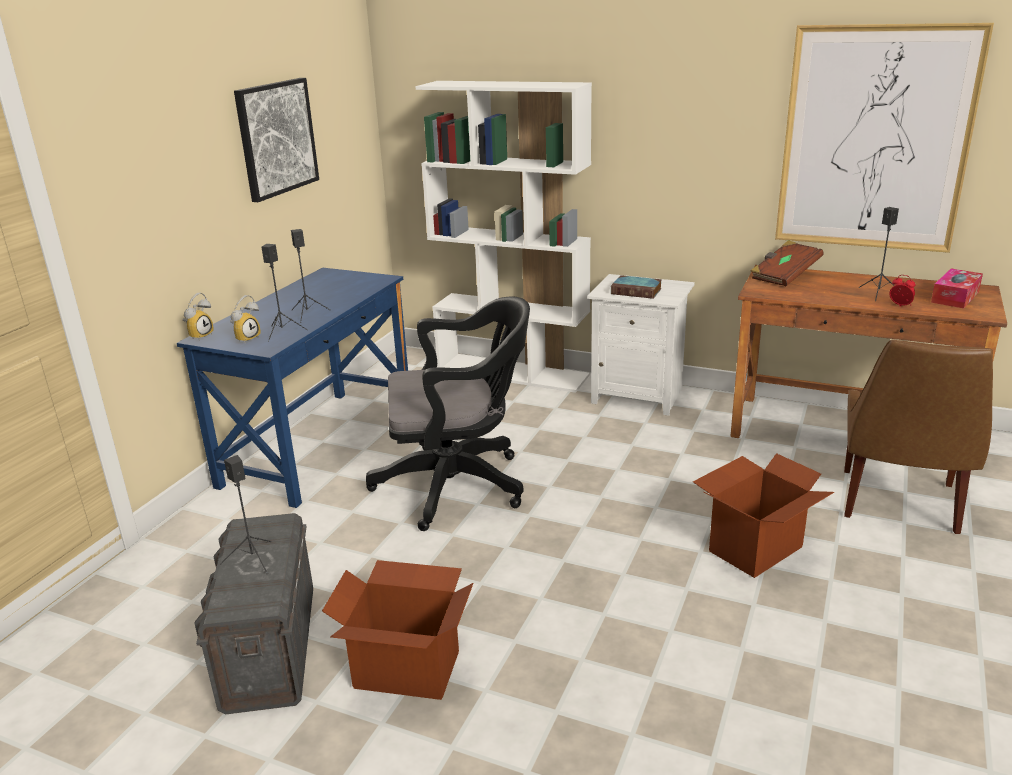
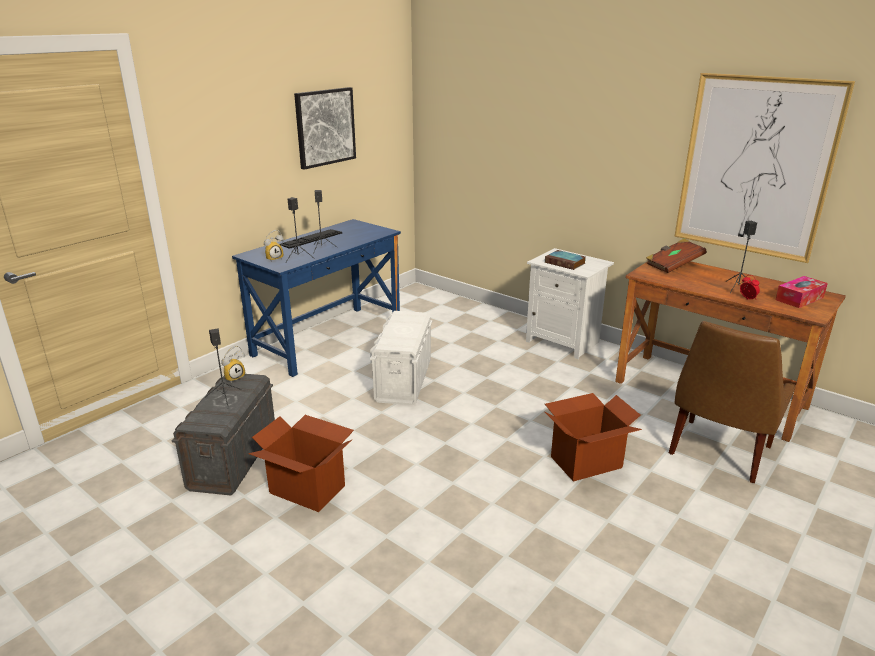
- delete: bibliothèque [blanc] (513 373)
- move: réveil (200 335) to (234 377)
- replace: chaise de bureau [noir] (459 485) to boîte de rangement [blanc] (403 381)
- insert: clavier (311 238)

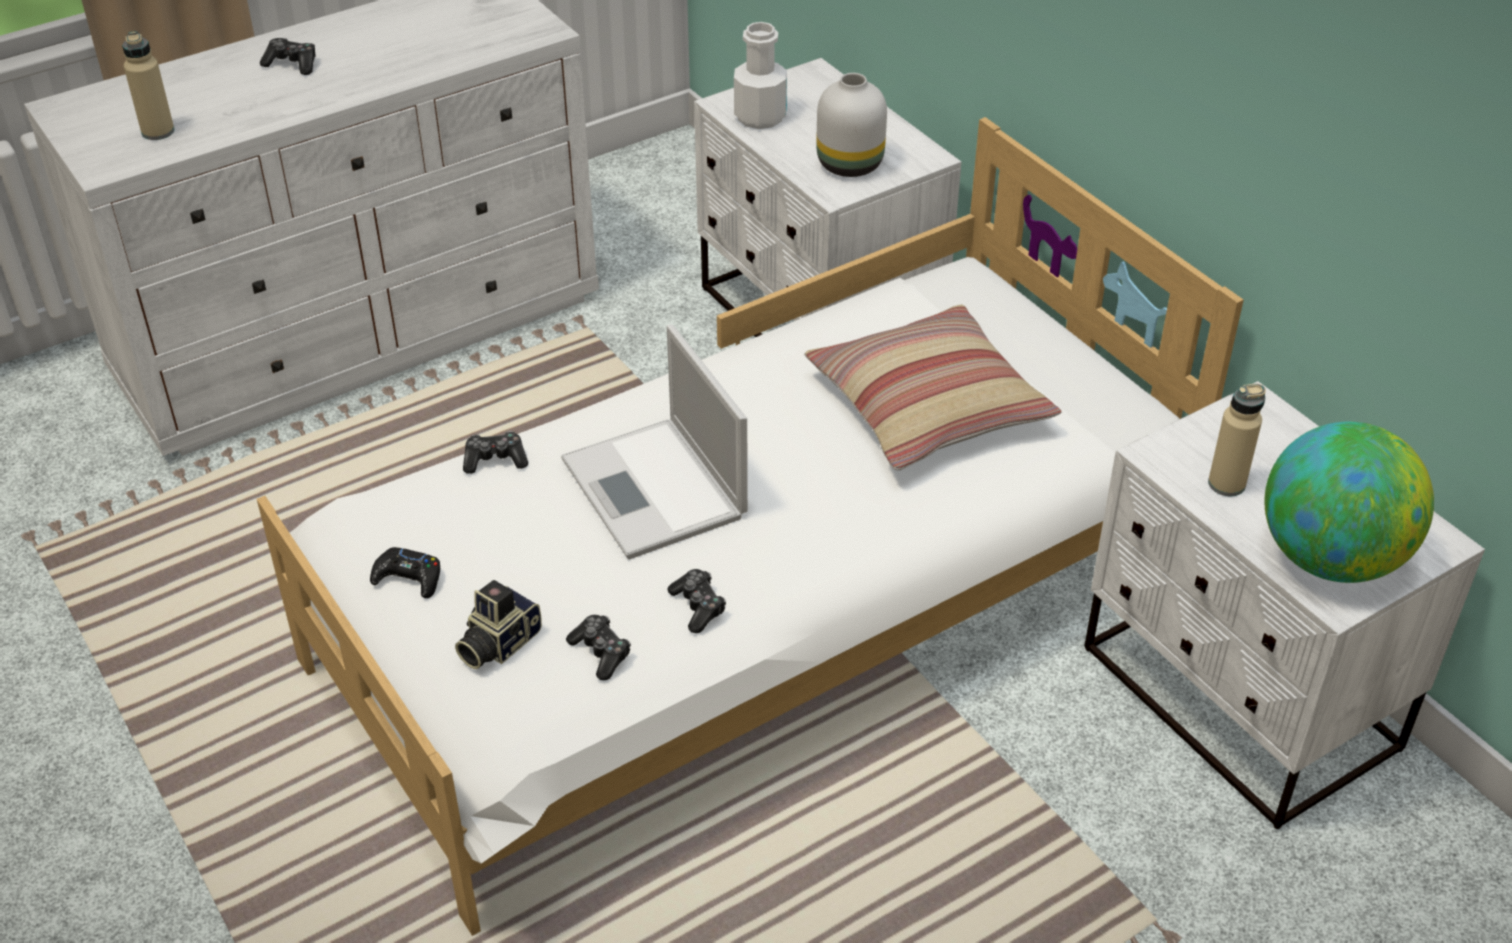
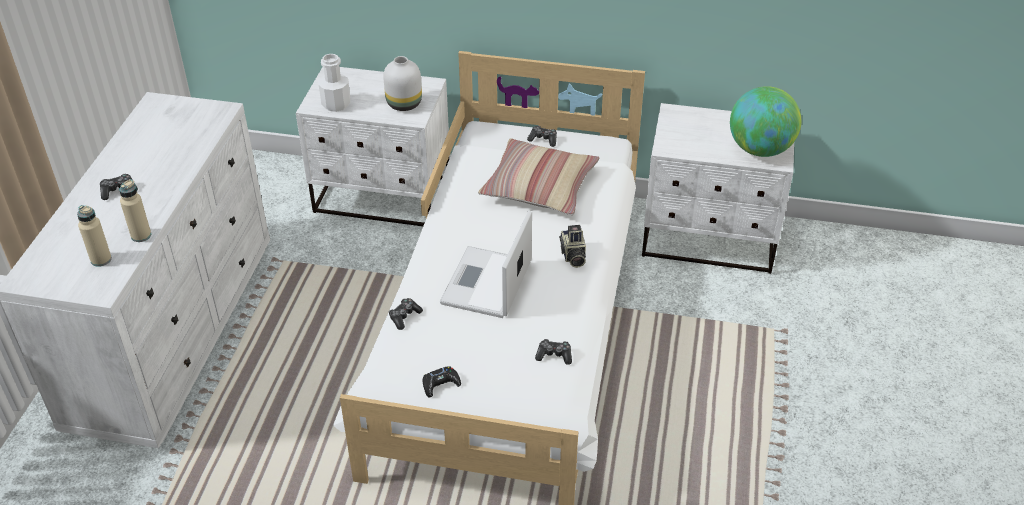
- rotate: ordinateur portable (656 490) = (486 284) 90 degrees clockwise
- move: bouteille [beige] (1226 484) to (141 235)
- move: manette (698 607) to (543 139)
- move: appareil photo (497 643) to (572 256)

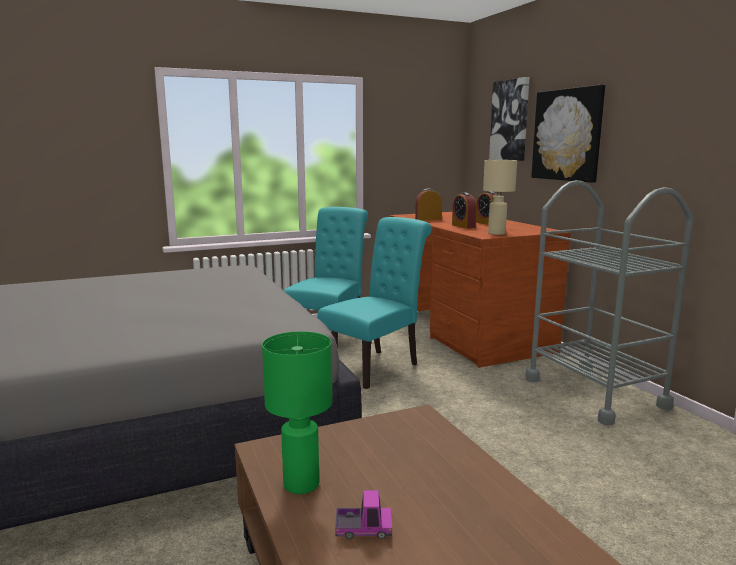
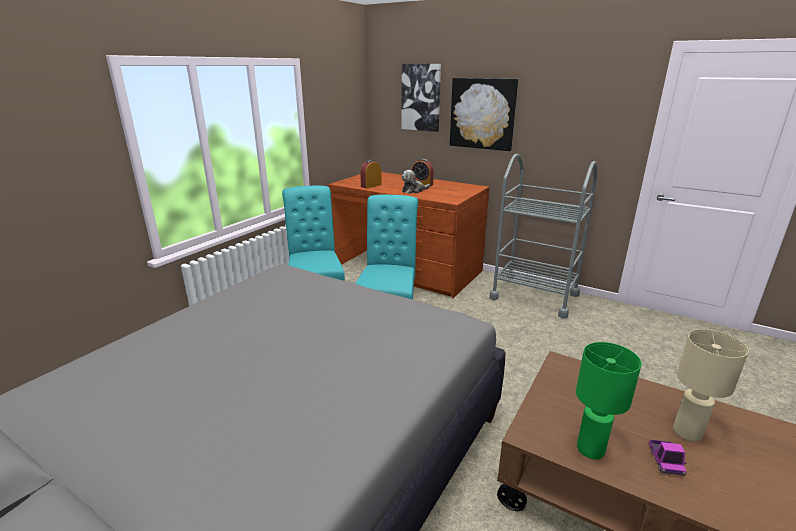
- move: lampe de table [beige] (496 233) to (688 433)
- replace: réveil (463 226) to peluche (414 191)
- rotate: camion jouet (363 529) = (665 461) 135 degrees clockwise

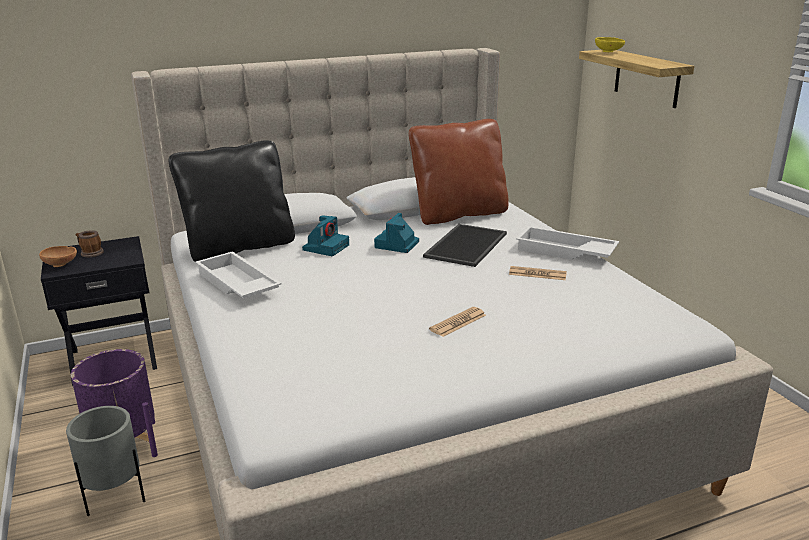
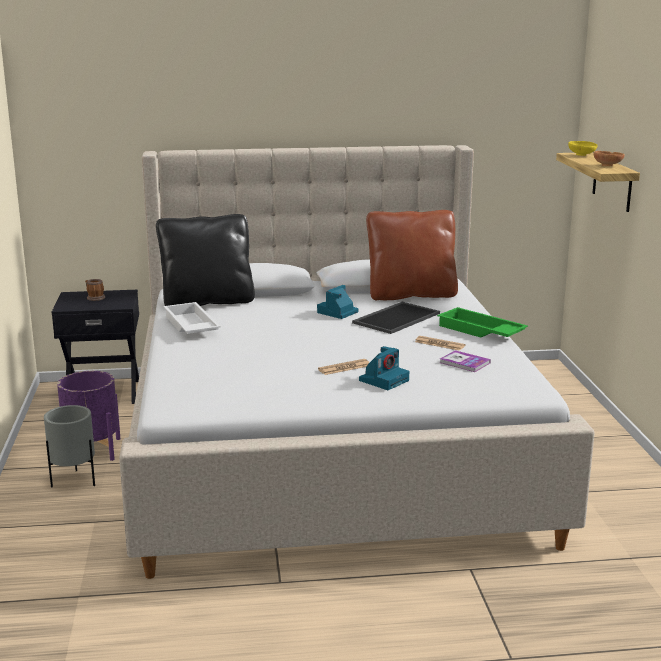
- move: appareil photo (326 247) to (384 380)
- recolor: plateau [blanc] (564 252) to plateau [vert] (479 331)
- move: bol [marron] (61 265) to (608 165)
- insert: livre (464 363)

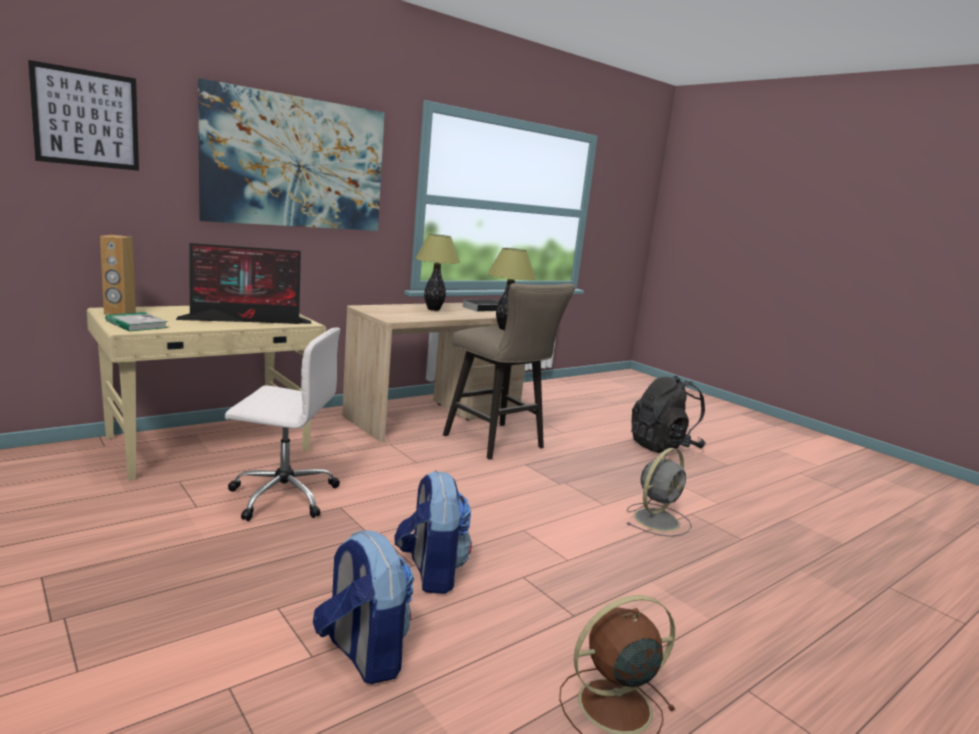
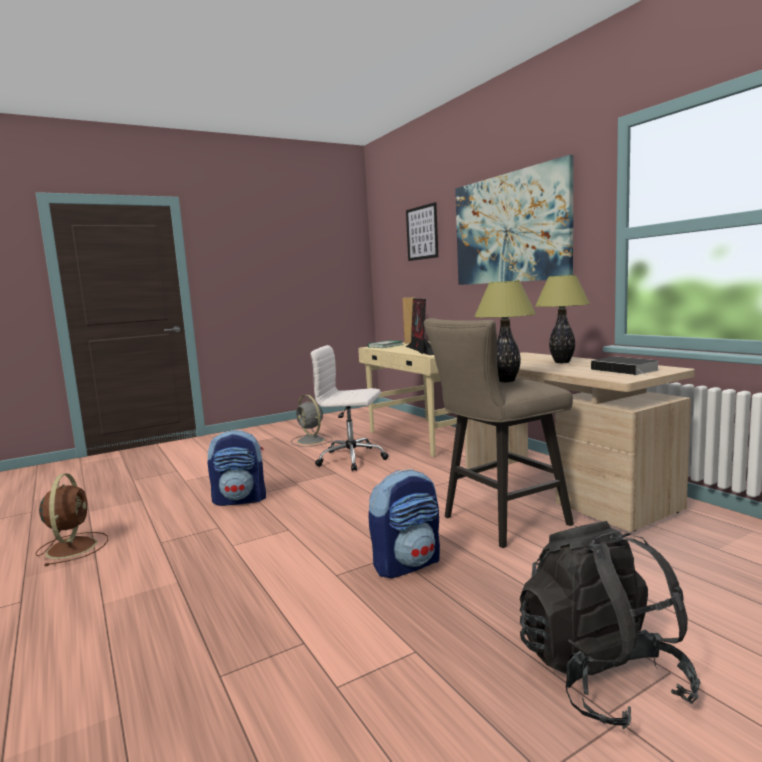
- rotate: chaise de bureau [blanc] (282 495) = (353 459) 90 degrees clockwise
- move: ventilateur [gris] (657 519) to (311 441)
- move: sac à dos (362 654) to (407 564)

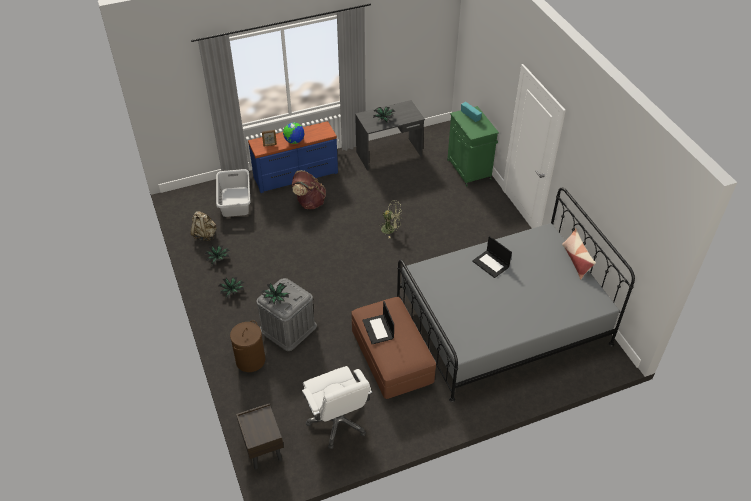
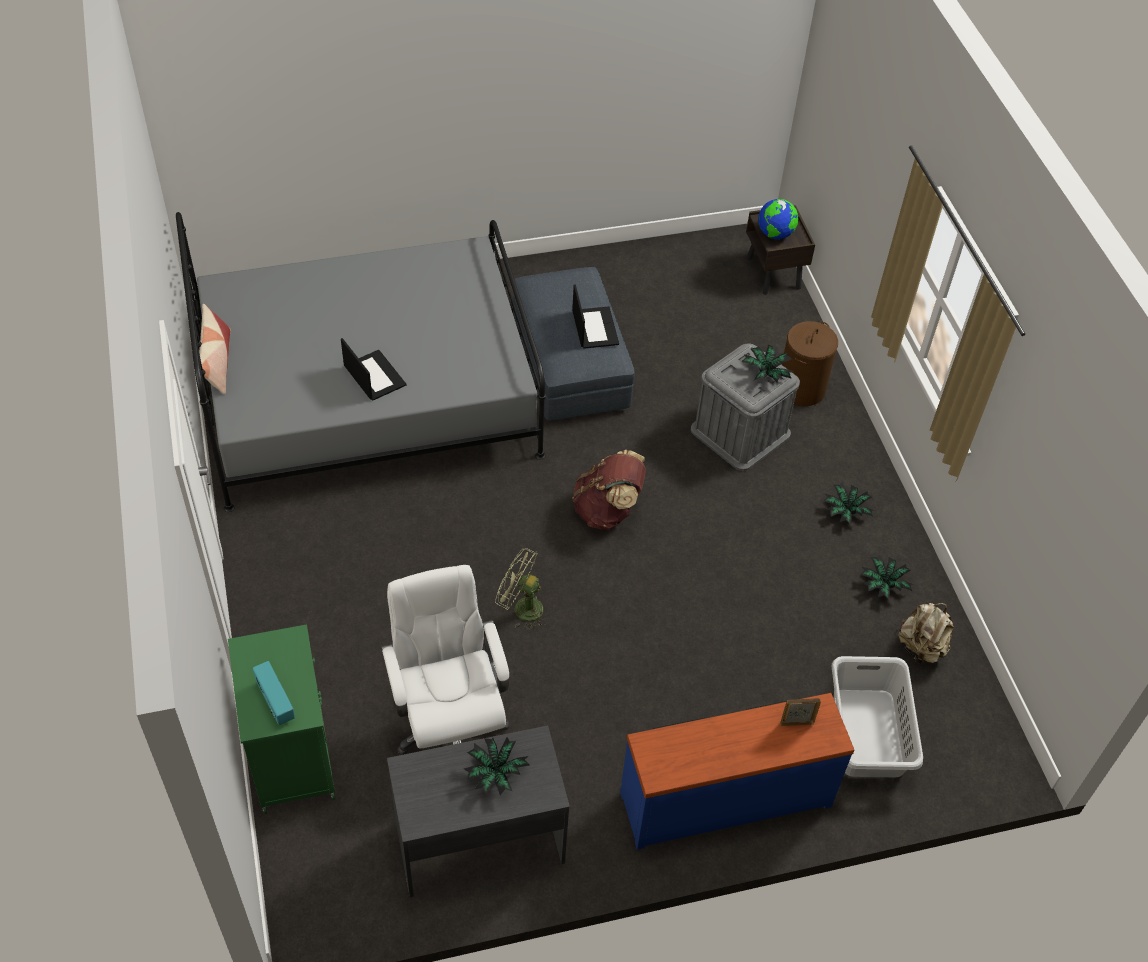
- move: globe (294 141) to (775 234)
- move: sac à dos [marron] (309 202) to (607 511)
- recolor: pouf [marron] (392 357) to pouf [gris] (570 364)
- move: chaise de bureau [blanc] (338 422) to (449 723)

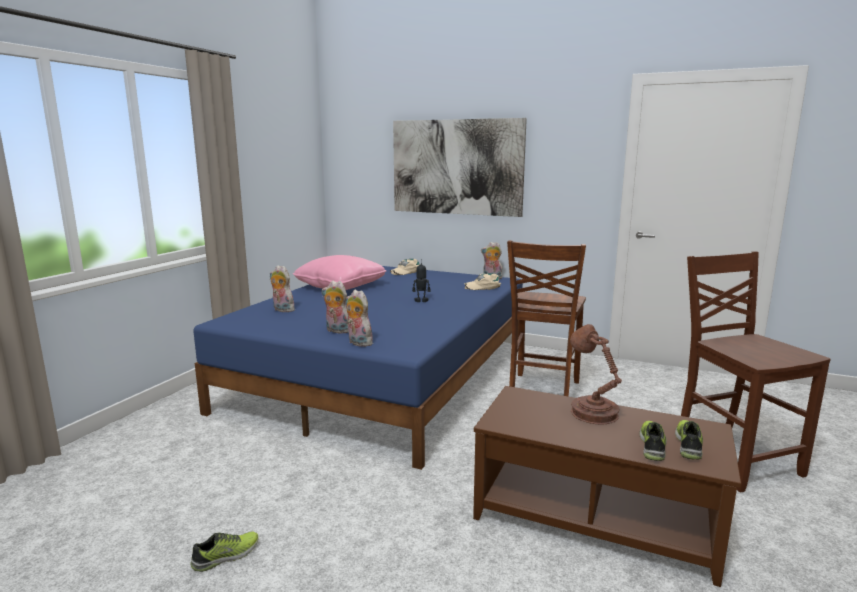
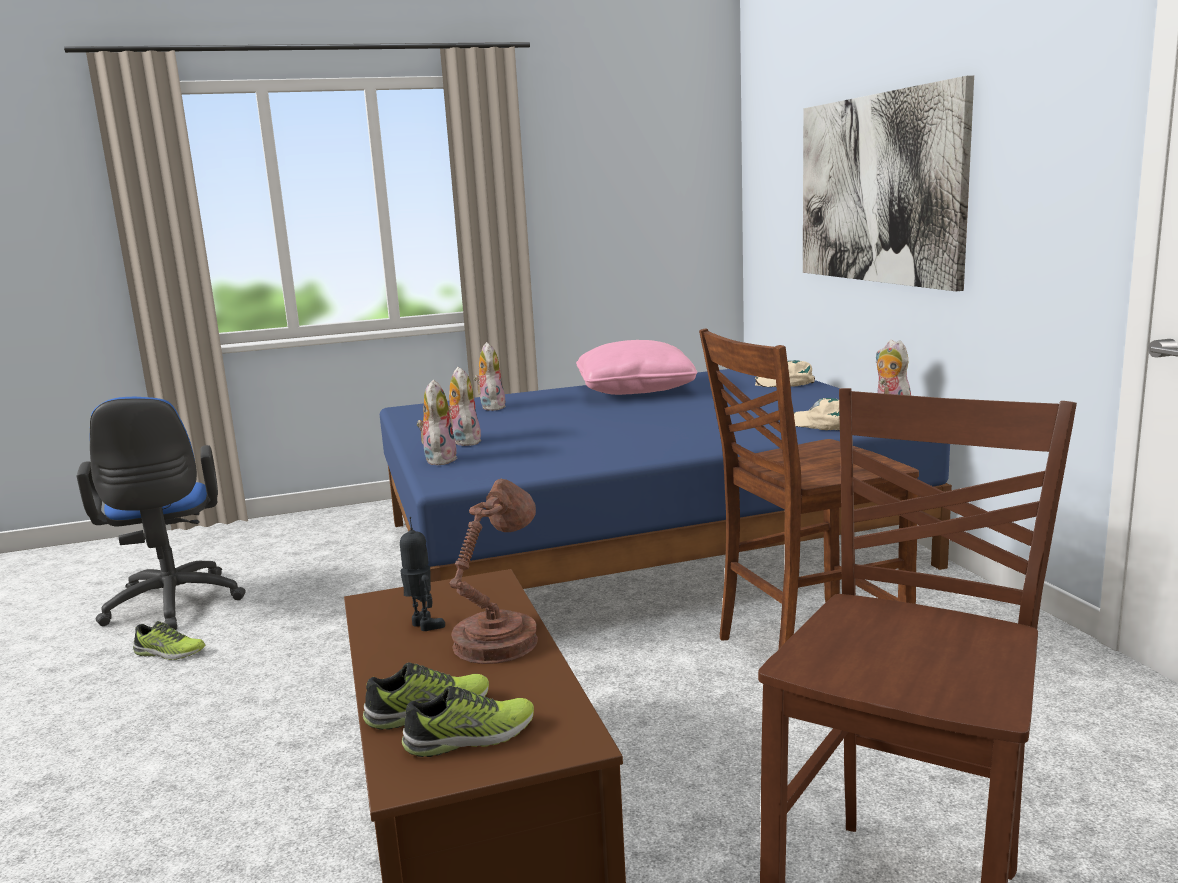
- move: robot jouet (421 301) to (423 625)
- insert: chaise de bureau [bleu] (173 606)

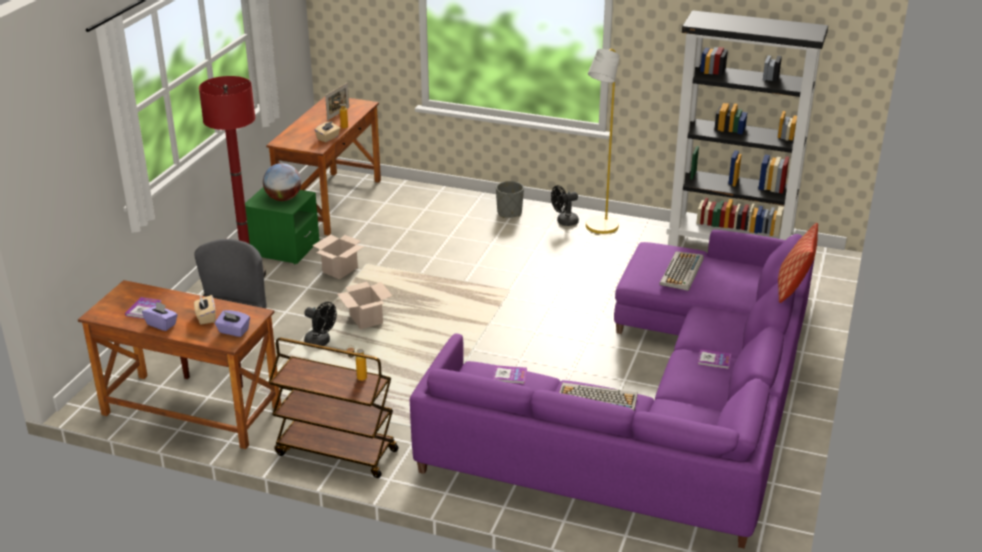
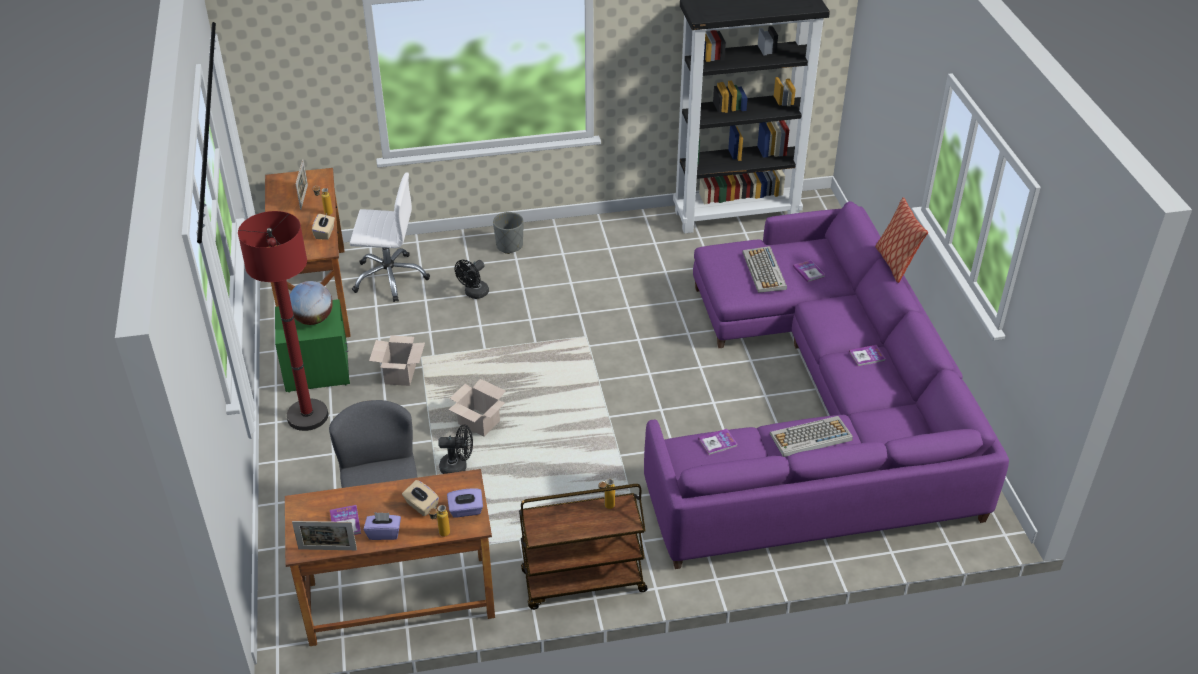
- delete: lampadaire [jaune] (599 228)
- move: ventilateur [noir] (564 222) to (474 294)
- insert: chaise de bureau [blanc] (390 277)
- insert: livre (808 272)
- insert: bouteille (440 535)
- insert: cadre photo (327 549)

